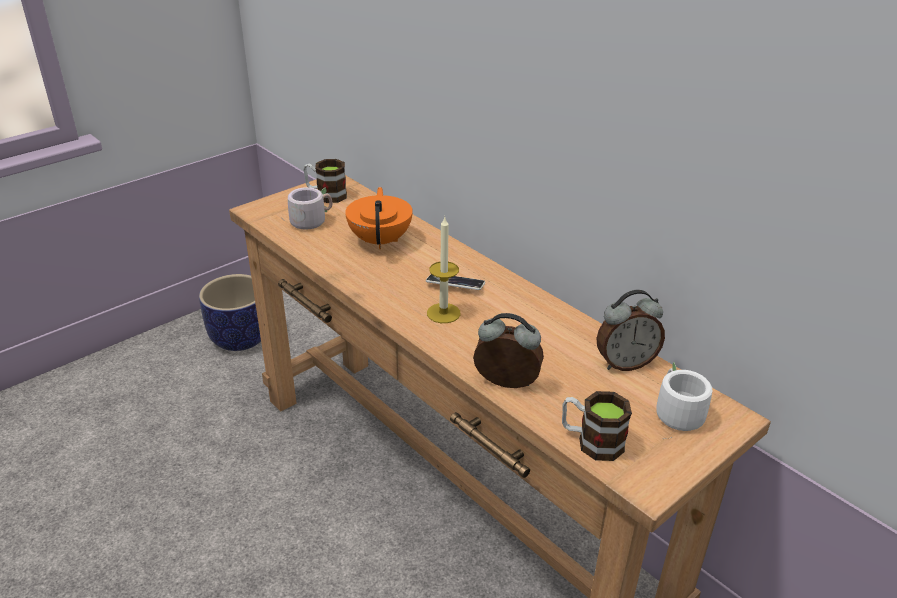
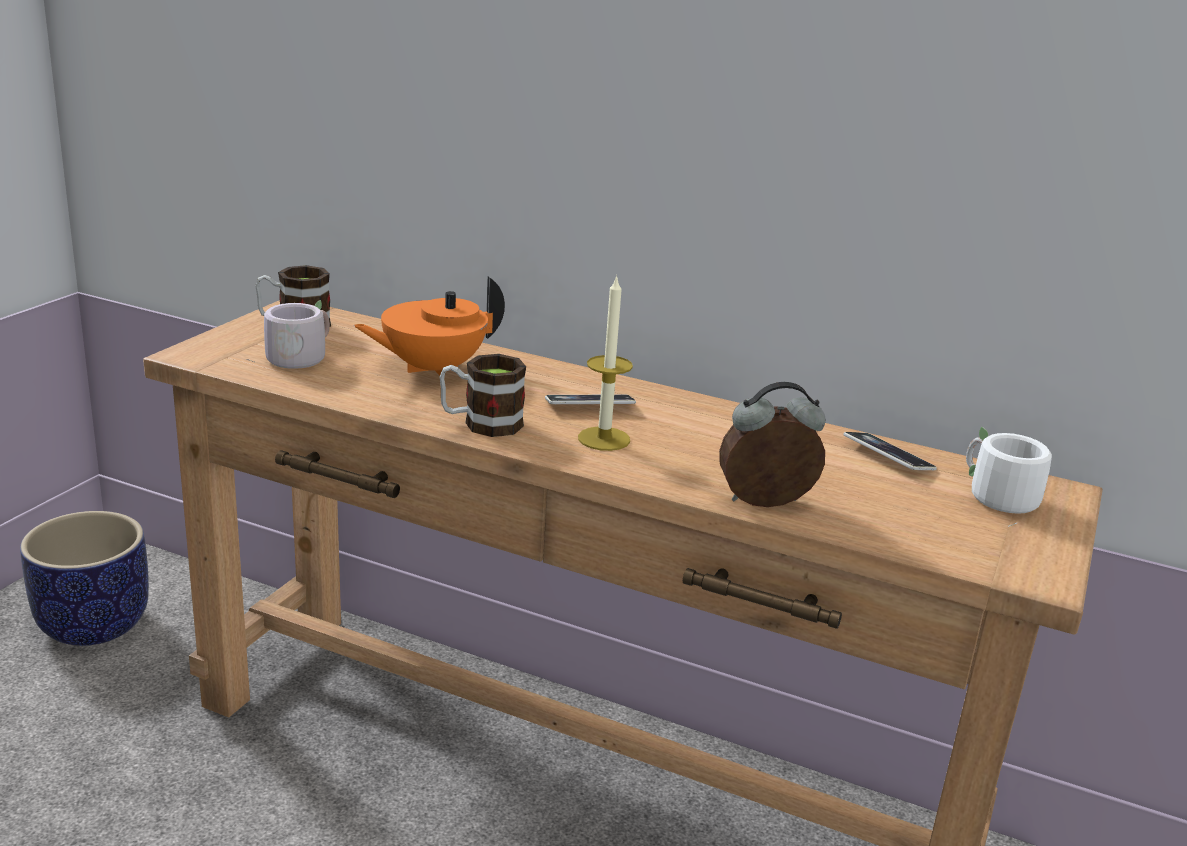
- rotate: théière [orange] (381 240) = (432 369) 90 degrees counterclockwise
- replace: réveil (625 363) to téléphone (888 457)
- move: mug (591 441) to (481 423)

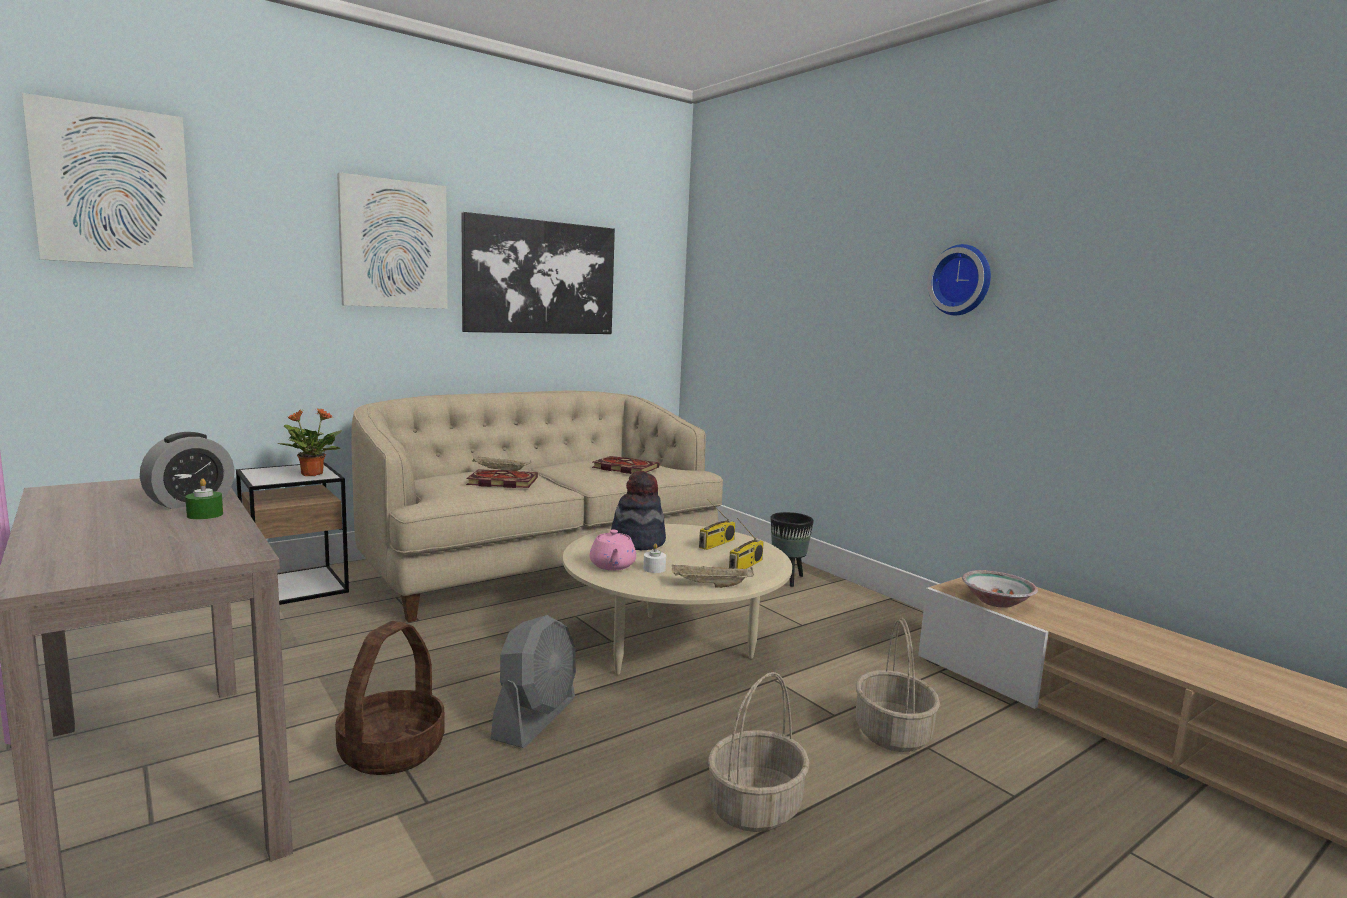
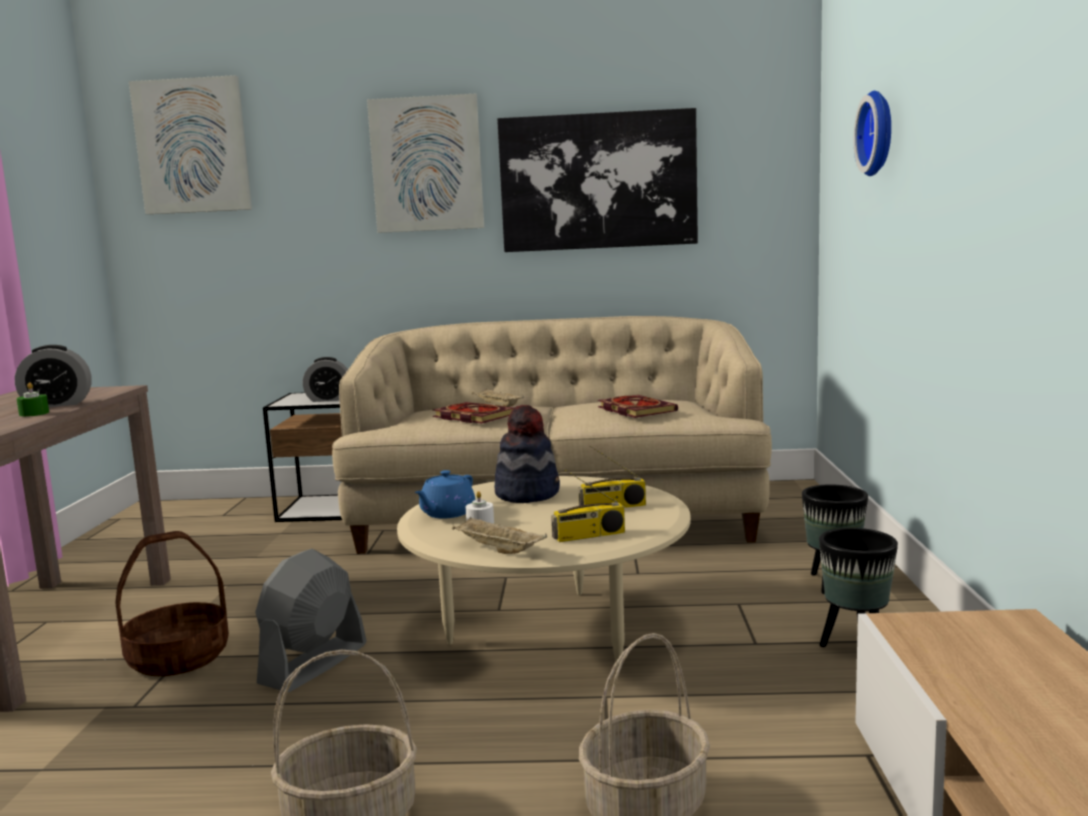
- move: horloge murale (962 280) to (880 133)
- replace: plante en pot (311 474) to réveil (328 399)
- recolor: théière [rose] (612 566) to théière [bleu] (446 513)
- delete: bol (995 601)
- rotate: ventilateur [gris] (535 718) = (313 664) 150 degrees clockwise
- insert: cache-pot [noir] (854 644)

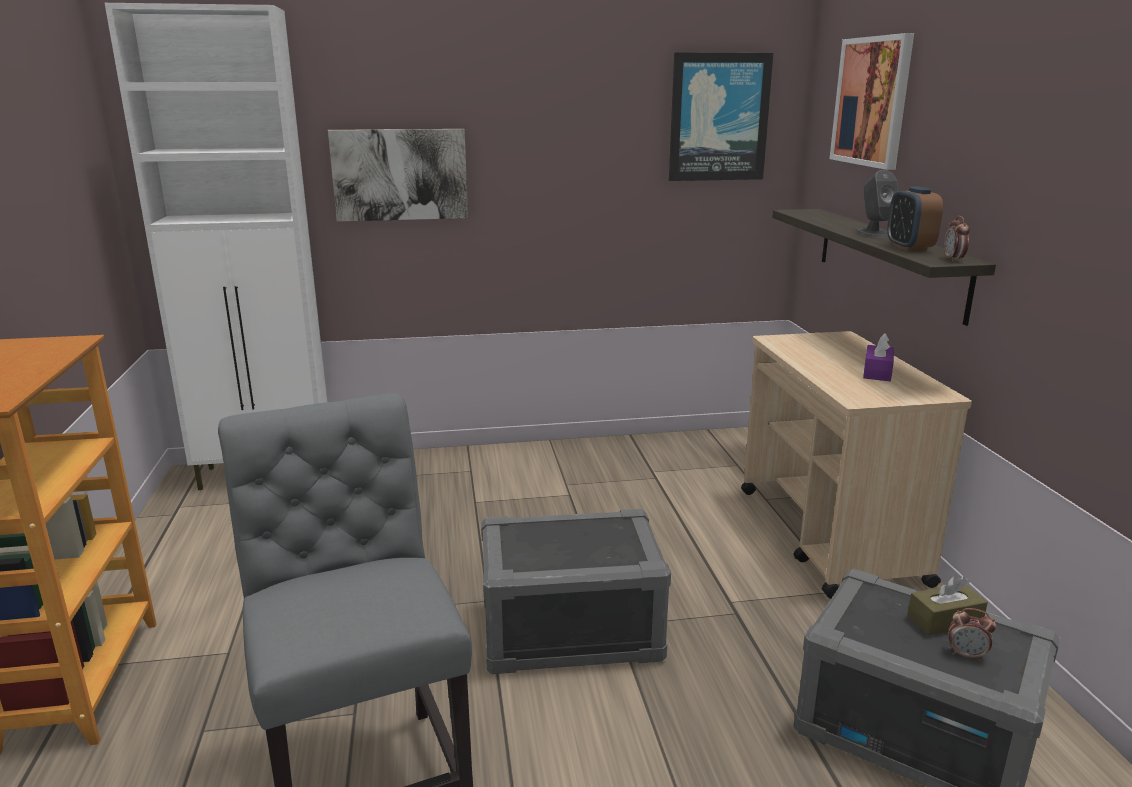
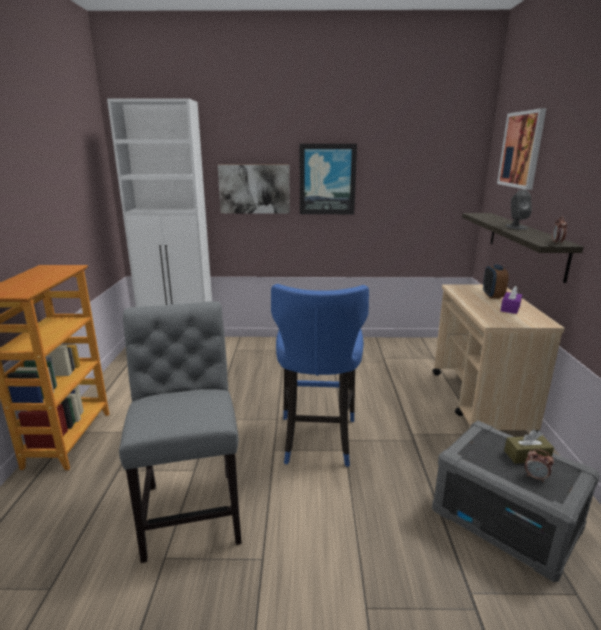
- move: tableau (718 117) to (327 179)
- move: réveil (909 247) to (492 295)
- replace: boîte de rangement [gris] (569 631) to tabouret [bleu] (317 440)

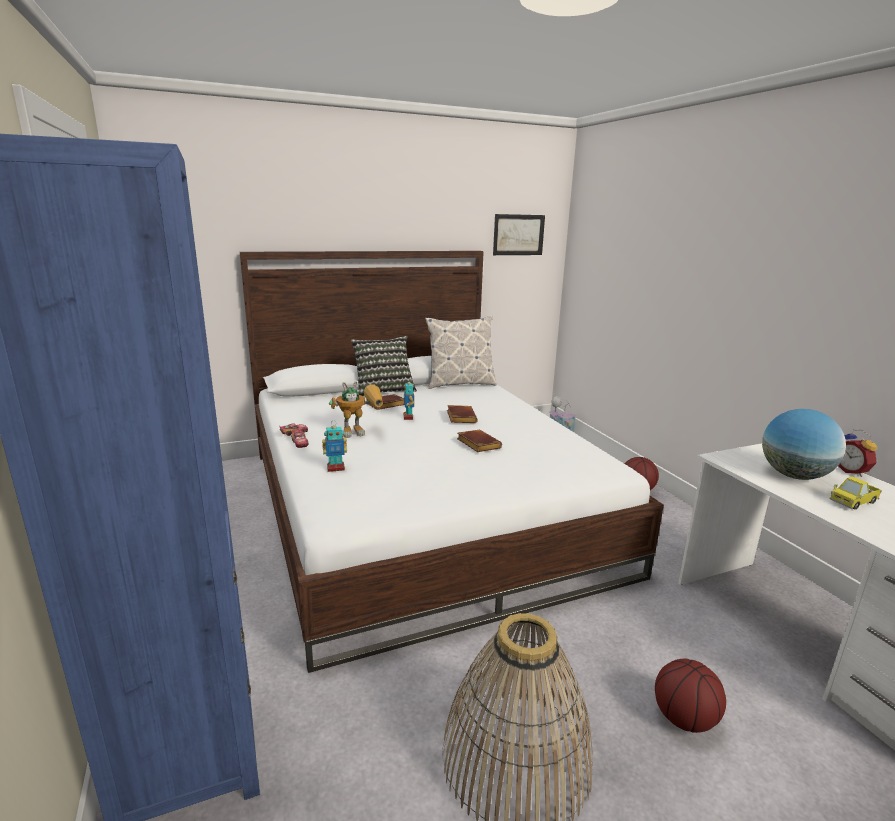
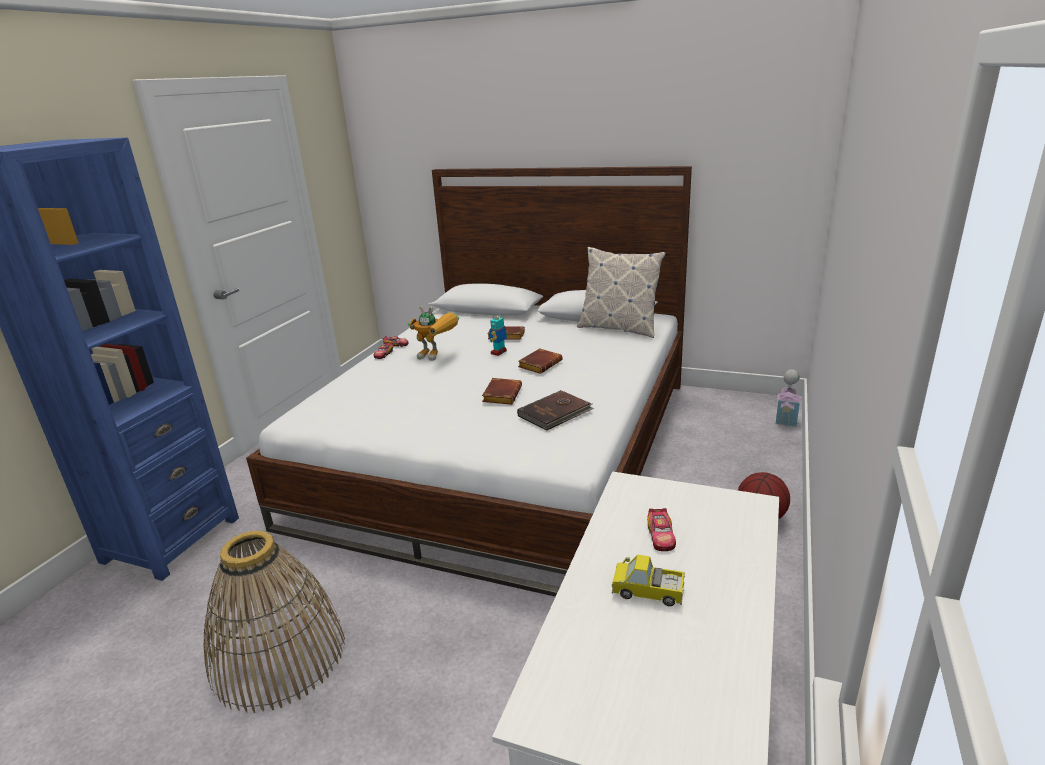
- delete: tableau (518 235)
- delete: coussin (383 390)
- replace: globe (794 475) to petite voiture (661 536)
- delete: robot jouet (335 468)
- delete: réveil (852 471)
- delete: ballon de basket (684 719)
- insert: livre [marron] (555 413)

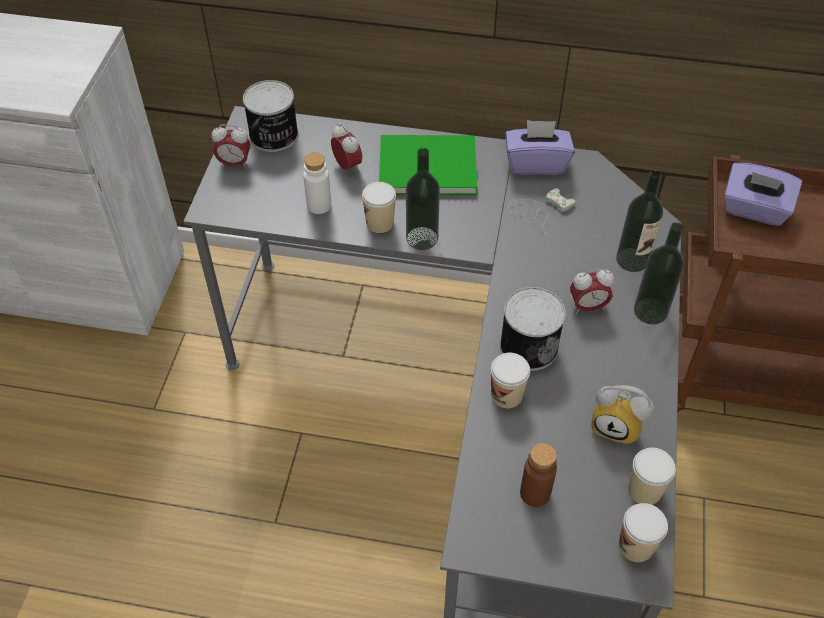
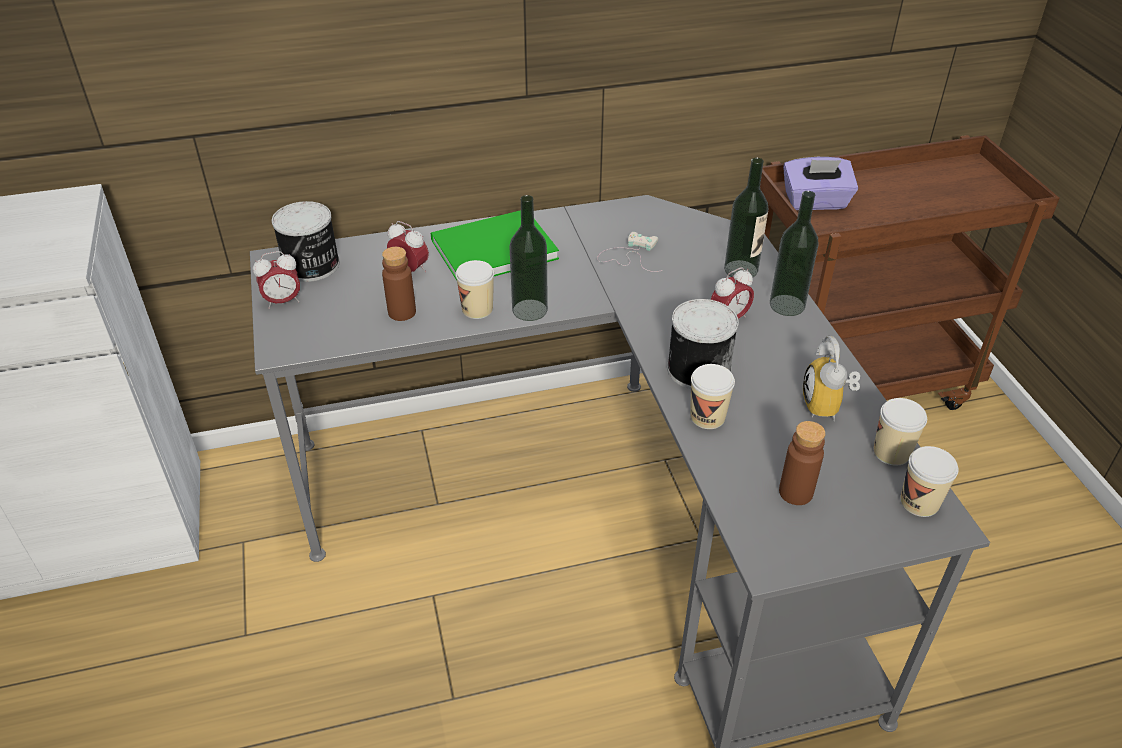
- delete: boîte à mouchoirs [violet] (536 163)
- recolor: bouteille [blanc] (319 205) to bouteille [marron] (402 312)
- rotate: réveil (618 425) = (828 407) 90 degrees clockwise

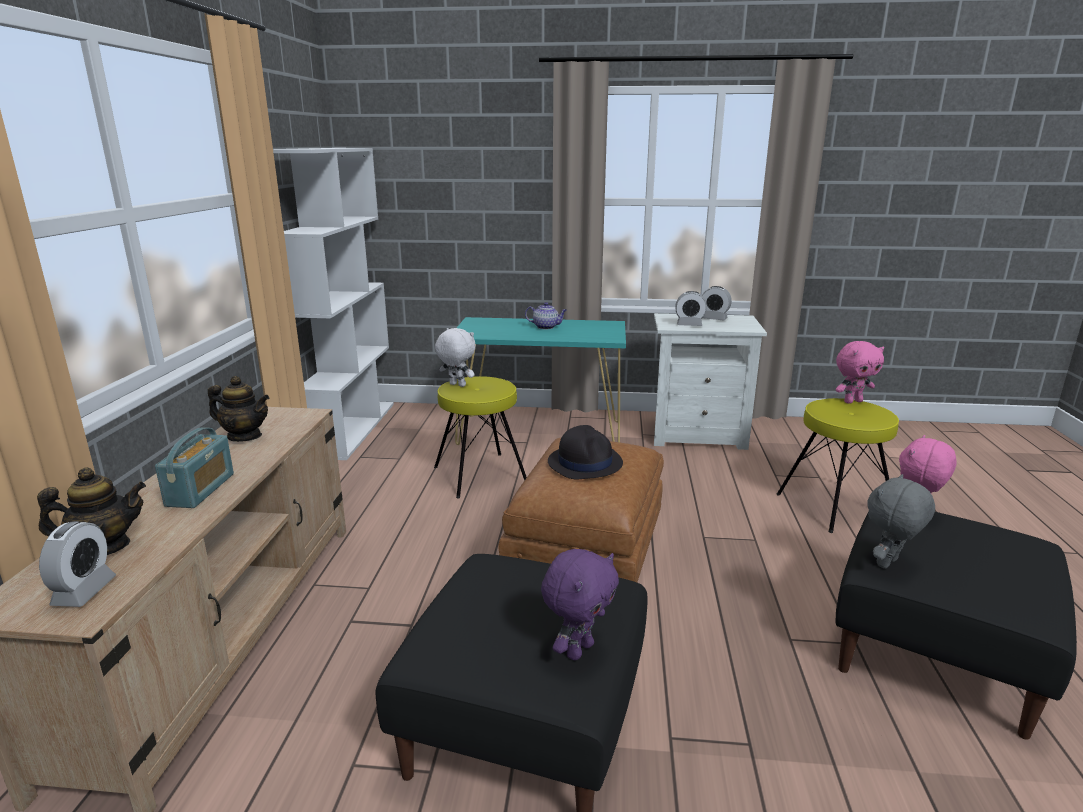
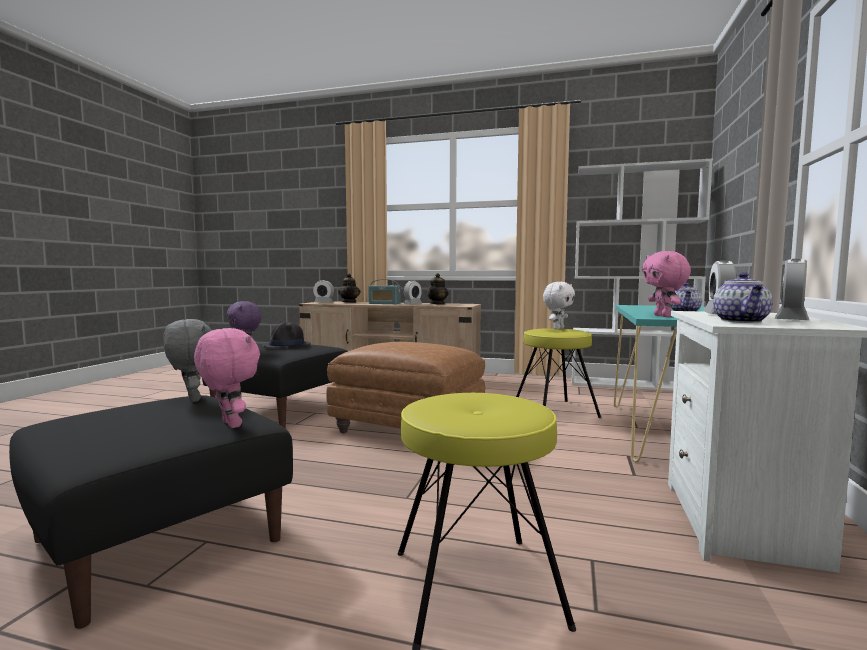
- move: peluche [rose] (852 401) to (663 316)
- move: chapeau [noir] (585 462) to (287 345)
- insert: théière (742 321)
- insert: réveil (412 304)

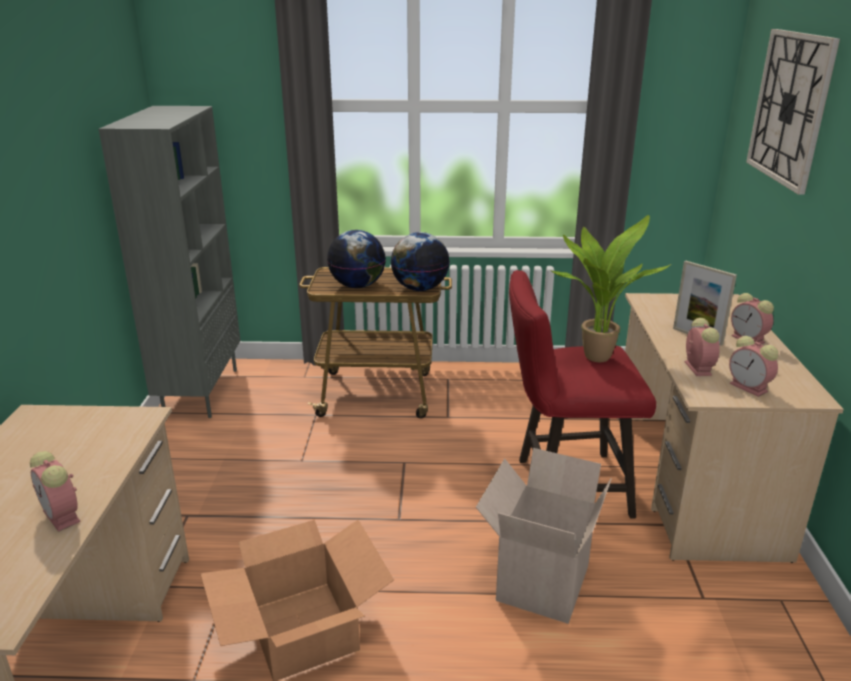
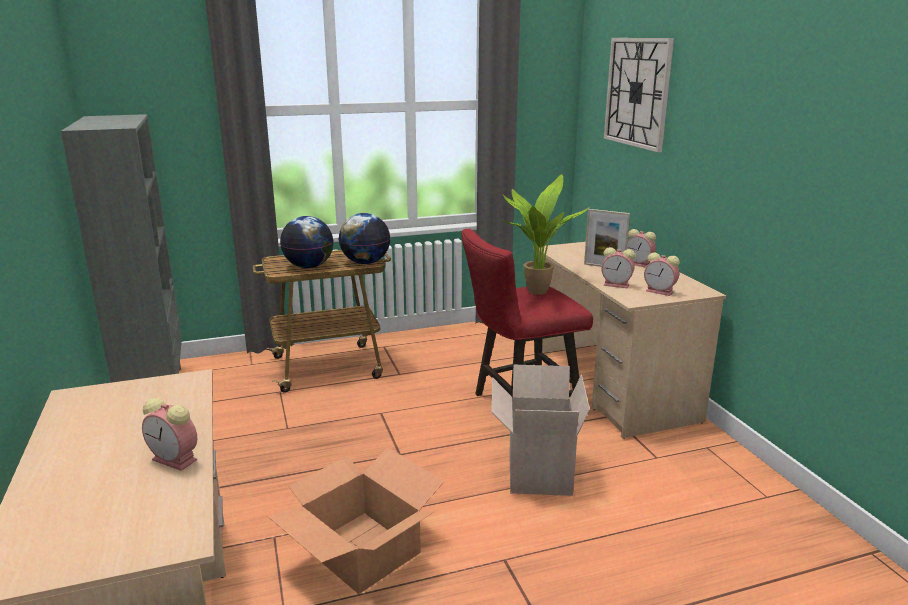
- rotate: réveil (696 367) = (617 285) 135 degrees clockwise

